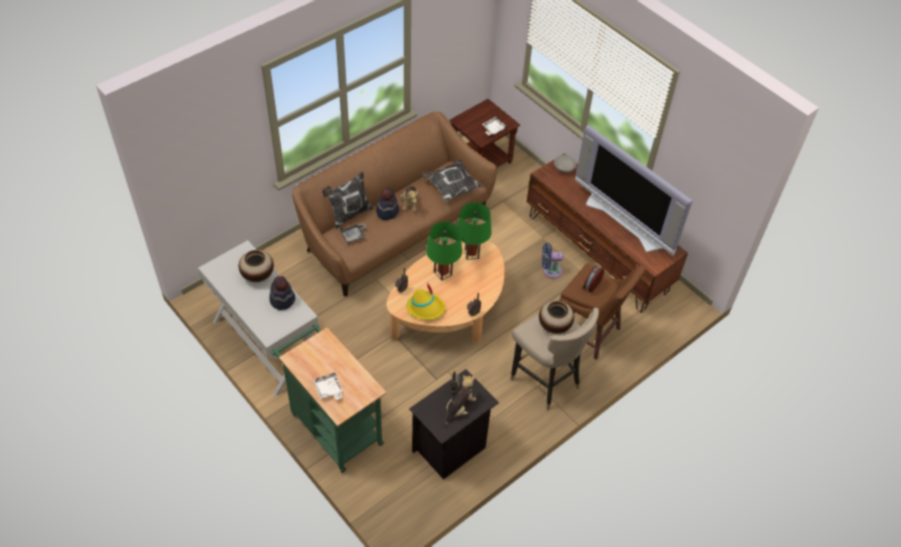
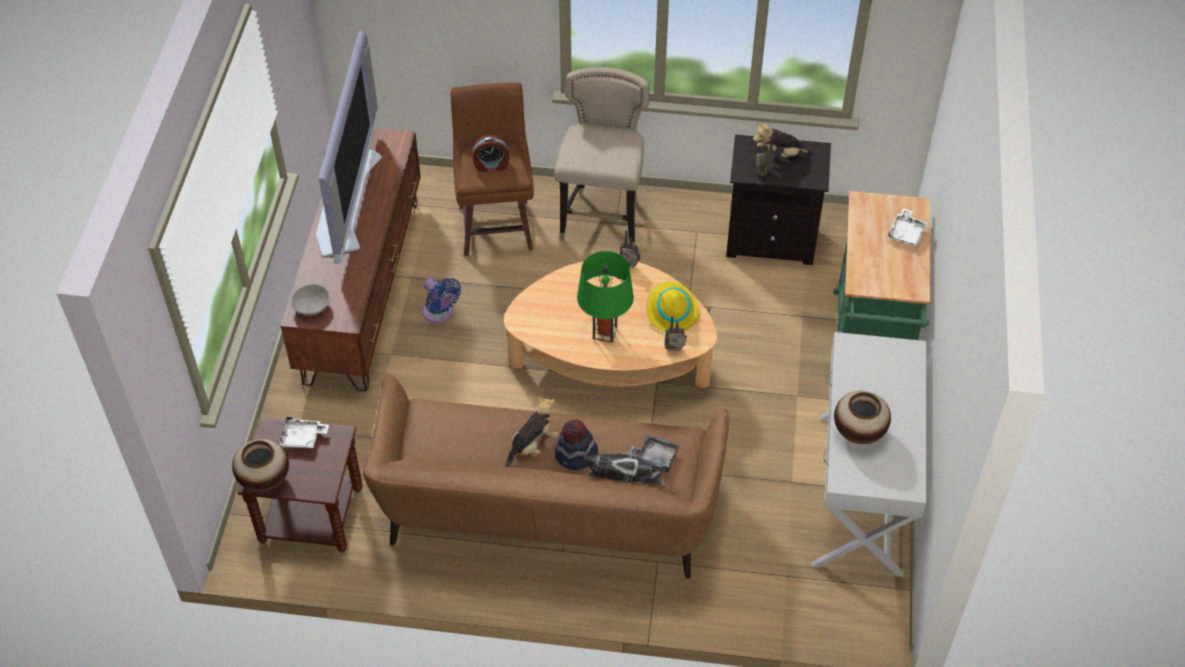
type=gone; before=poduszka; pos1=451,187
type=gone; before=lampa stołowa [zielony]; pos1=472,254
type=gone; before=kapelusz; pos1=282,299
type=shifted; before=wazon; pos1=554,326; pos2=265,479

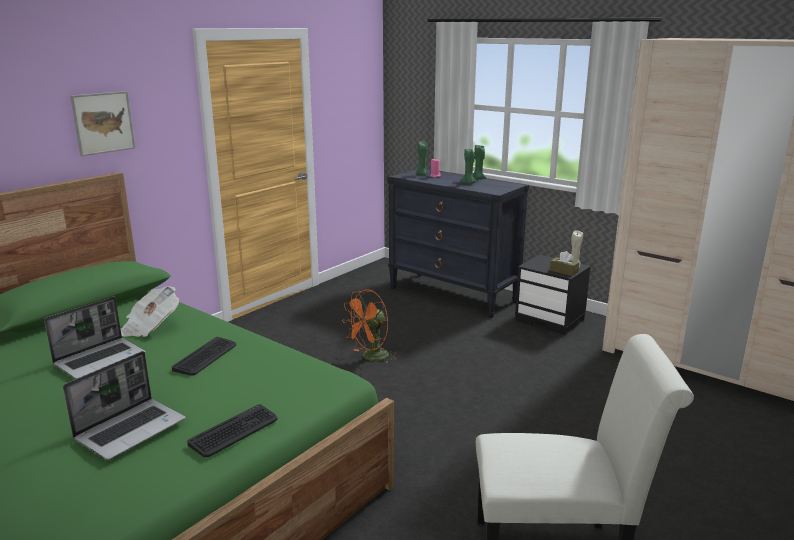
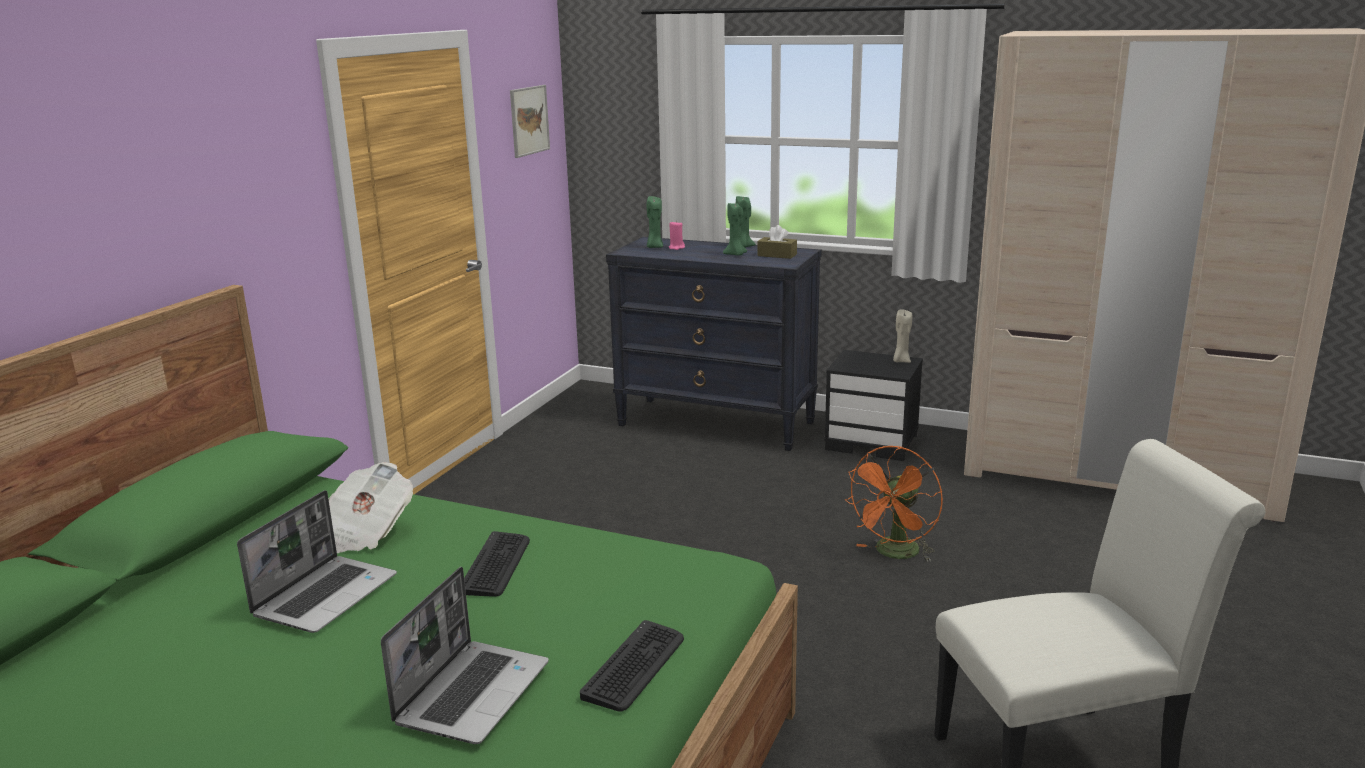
type=shifted; before=obraz; pos1=103,123; pos2=529,120
type=shifted; before=pudełko chusteczek [brązowy]; pos1=563,271; pos2=777,255
type=shifted; before=wentylator [pomarańczowy]; pos1=371,358; pos2=895,554

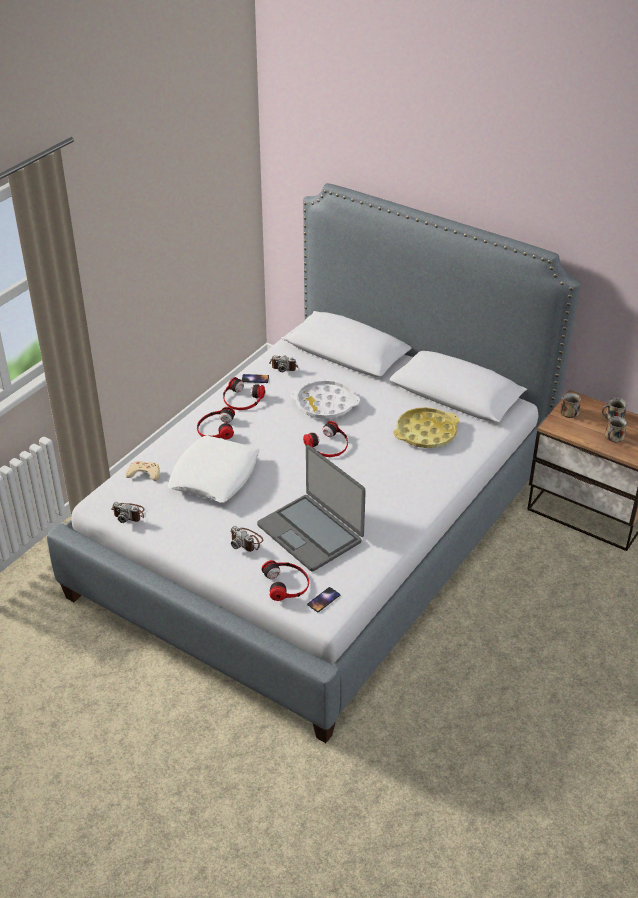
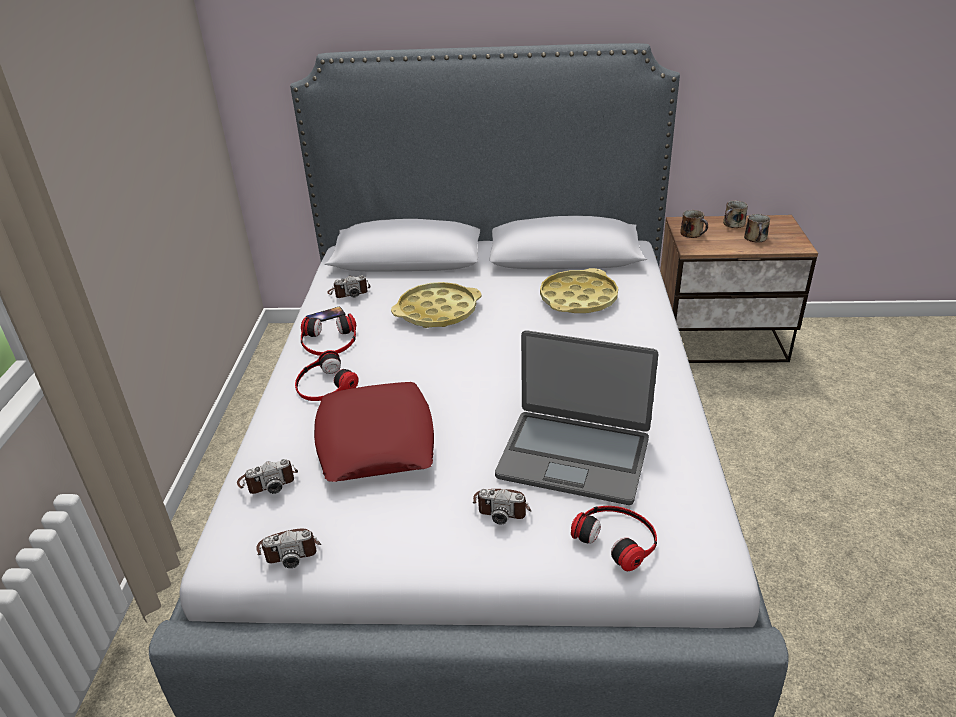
type=repainted; before=taca [biały]; after=taca [żółty]; pos1=325,404; pos2=437,312
type=gone; before=słuchawki; pos1=328,445
type=repainted; before=poduszka [biały]; after=poduszka [czerwony]; pos1=214,476; pos2=376,441
type=swapped; before=pad do gier [beżowy]; after=aparat fotograficzny; pos1=144,473; pos2=268,480
type=gone; before=telefon; pos1=323,600

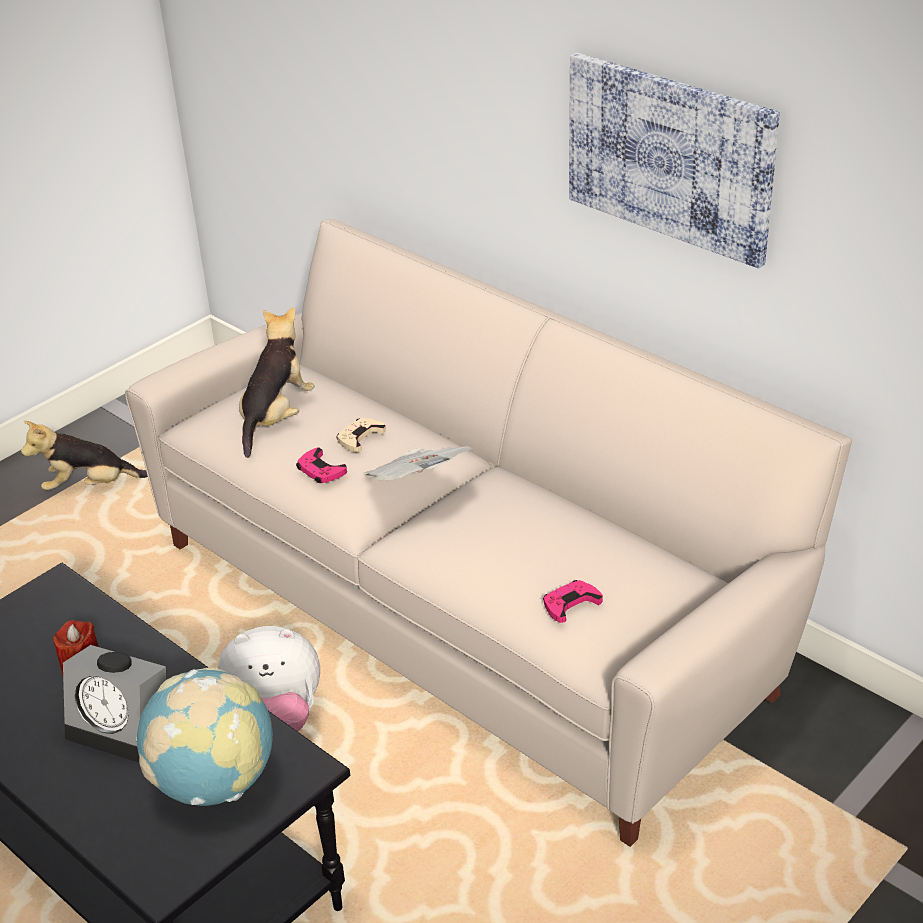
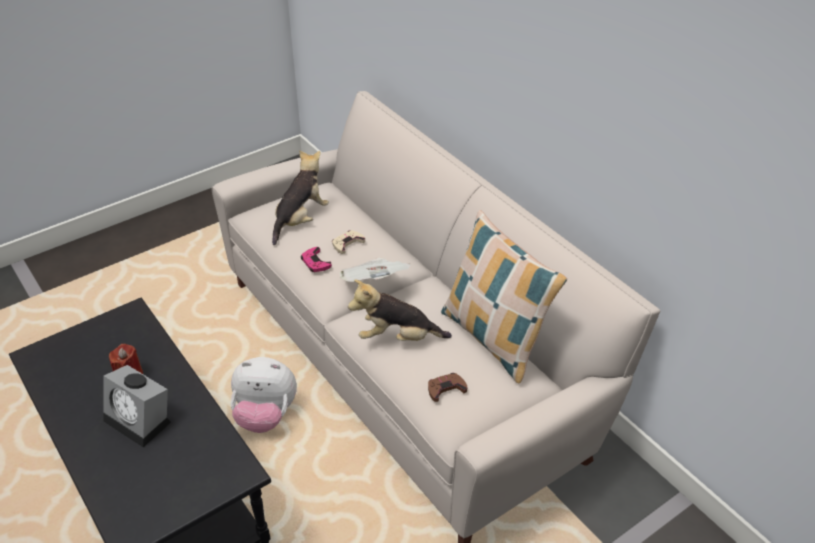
type=gone; before=obraz; pos1=670,156
type=shifted; before=pluszak; pos1=89,486; pos2=398,337
type=repainted; before=pad do gier [różowy]; after=pad do gier [brązowy]; pos1=570,604; pos2=446,388
type=gone; before=globus; pos1=214,782
type=new; after=poduszka; pos2=494,338

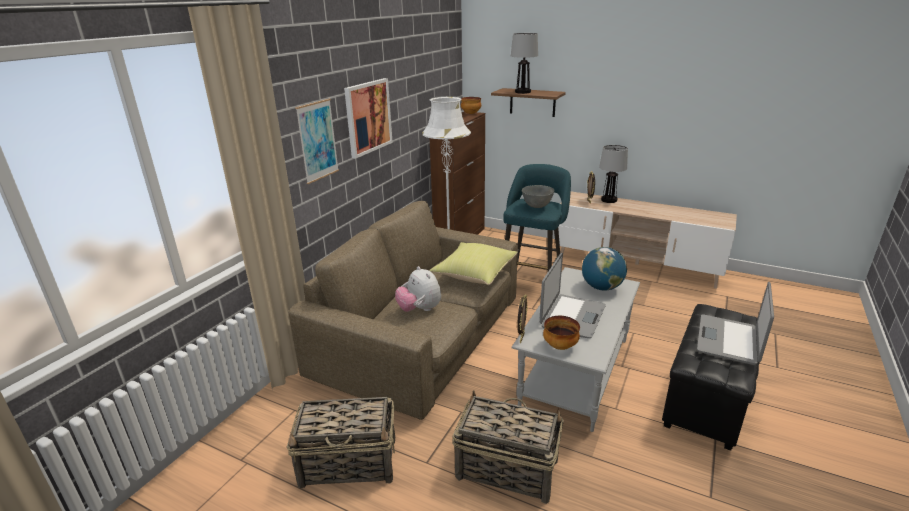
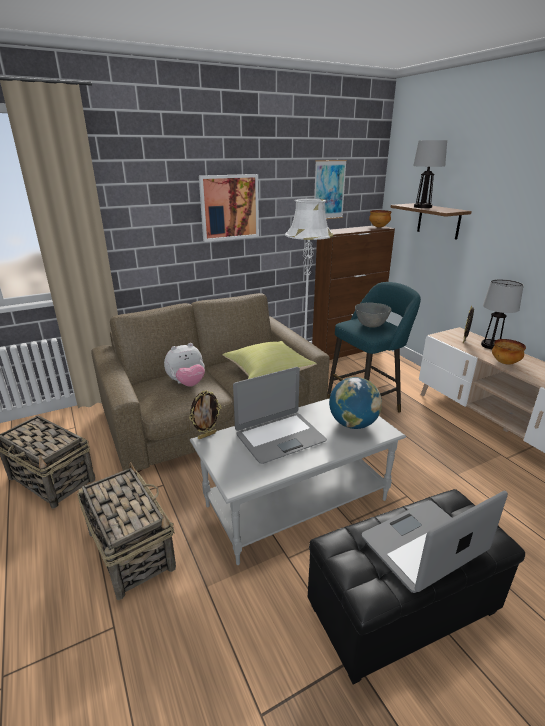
type=shifted; before=obraz; pos1=317,141; pos2=329,190
type=rotated; before=pluszak; pos1=419,310; pos2=187,383; turn=-120
type=shifted; before=miska; pos1=560,346; pos2=505,363

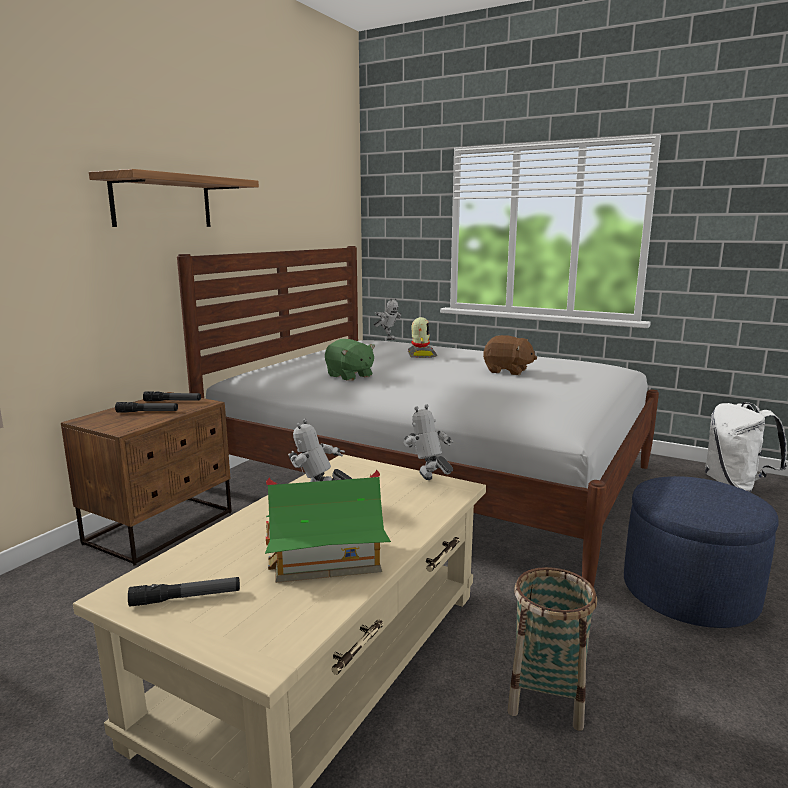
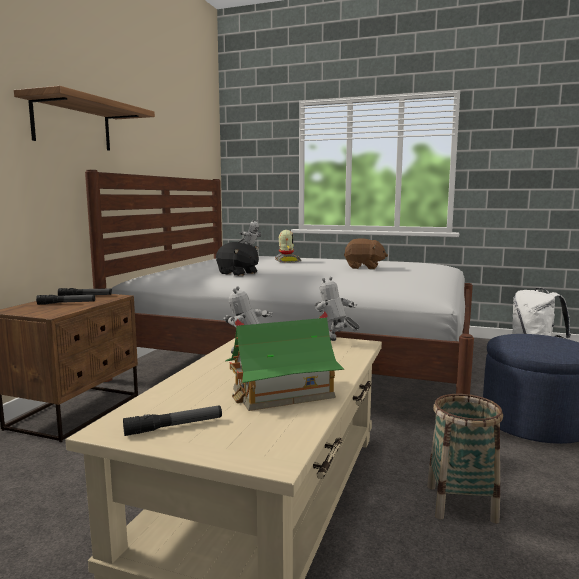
type=repainted; before=pluszak [zielony]; after=pluszak [czarny]; pos1=349,376; pos2=238,273

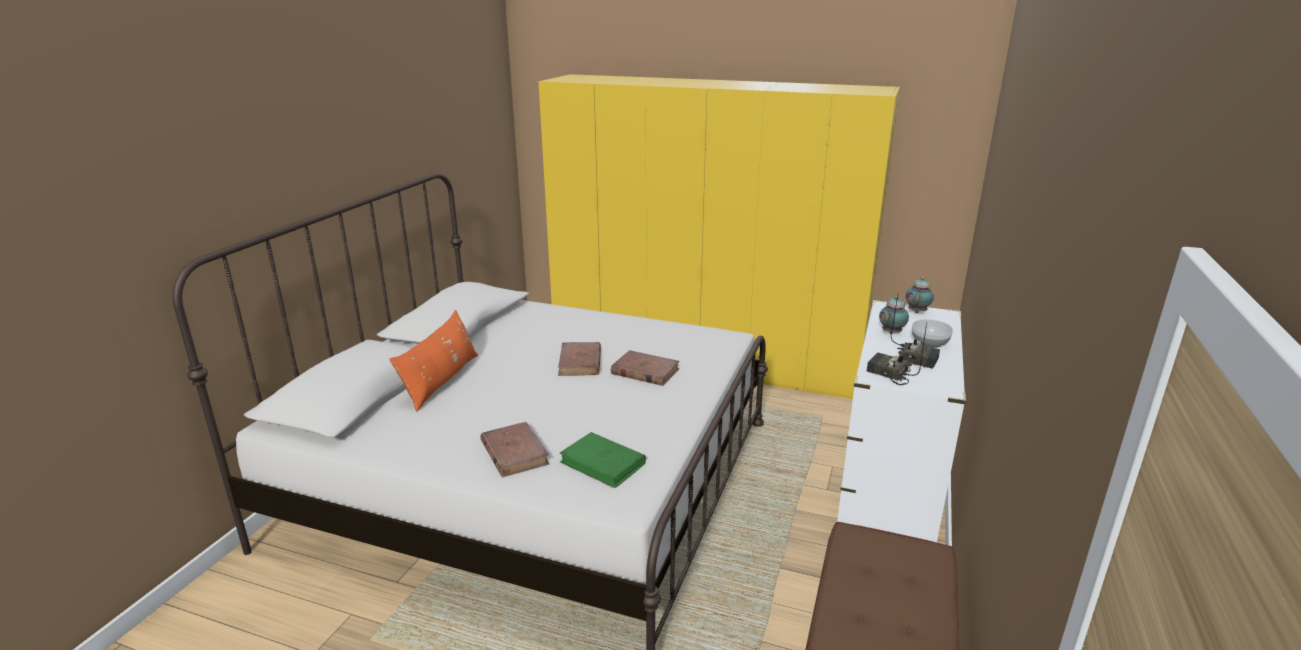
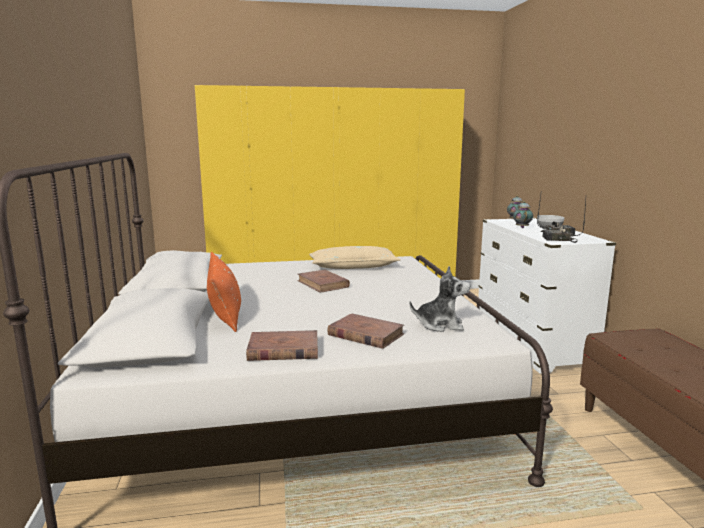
type=shifted; before=książka [brązowy]; pos1=644,371; pos2=283,350
type=swapped; before=książka [zielony]; after=pluszak; pos1=603,463; pos2=440,325
type=new; after=poduszka [beżowy]; pos2=353,267

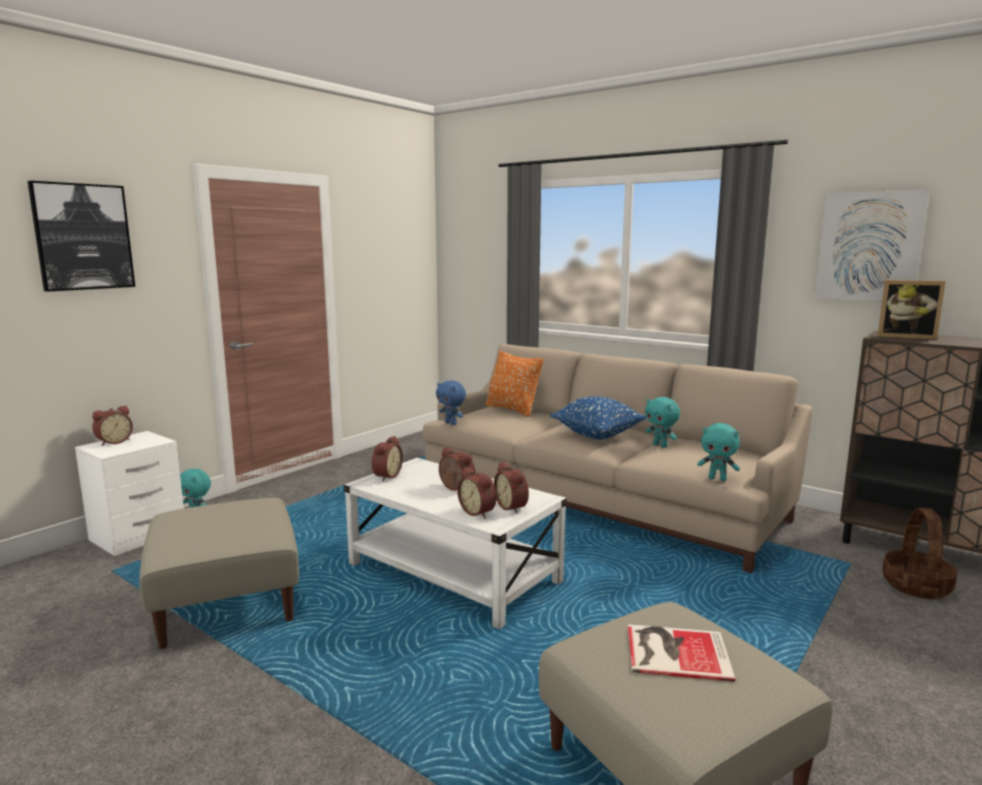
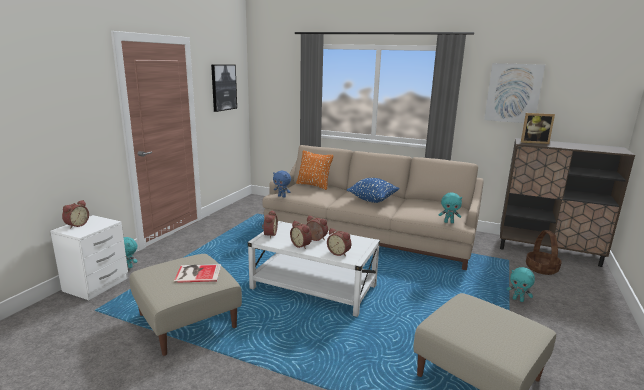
type=shifted; before=obraz; pos1=83,237; pos2=223,87
type=shifted; before=pluszak [turkusowy]; pos1=660,445; pos2=518,299
type=shifted; before=budzik; pos1=513,507; pos2=301,245
type=shifted; before=książka; pos1=674,651; pos2=197,273

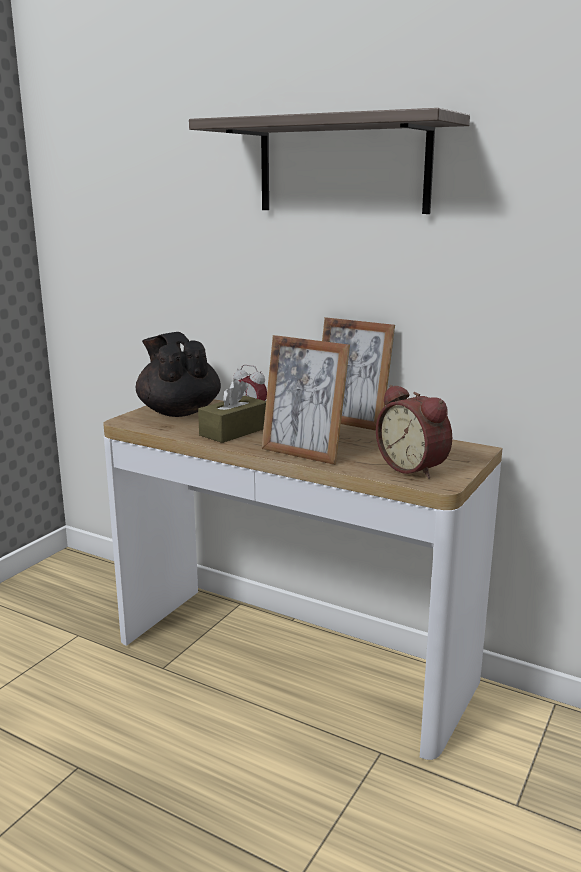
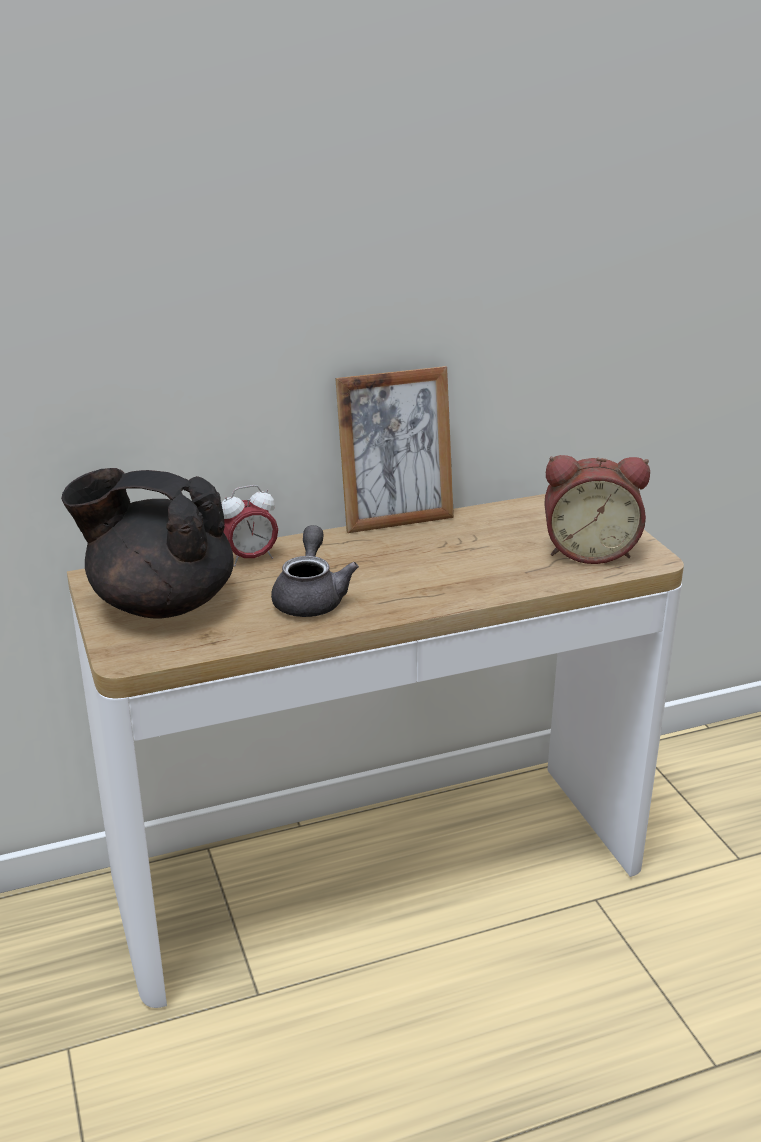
type=gone; before=półka; pos1=343,166
type=gone; before=ramka na zdjęcie; pos1=303,453
type=swapped; before=pudełko chusteczek [brązowy]; after=imbryk [szary]; pos1=234,431; pos2=311,598

